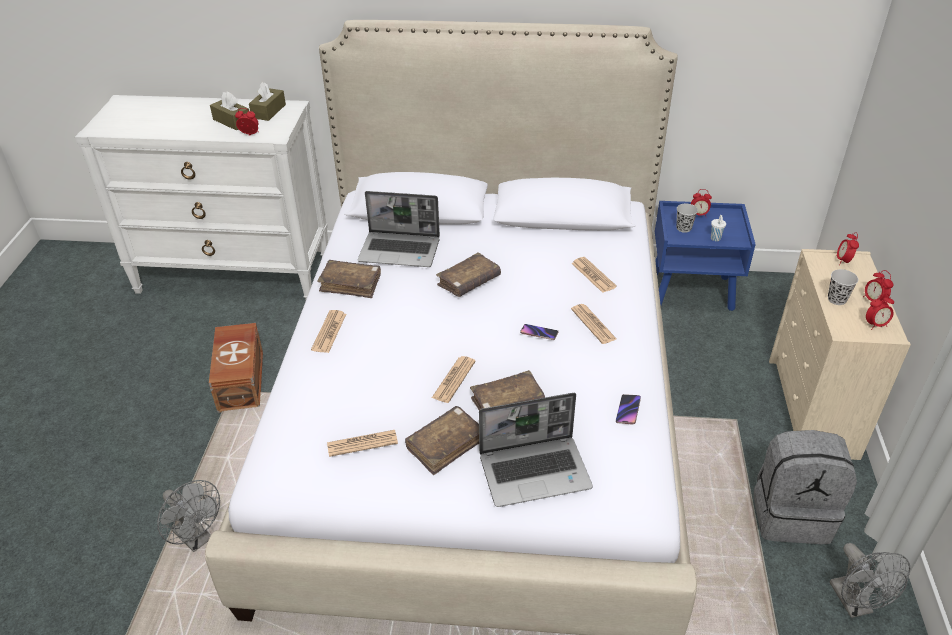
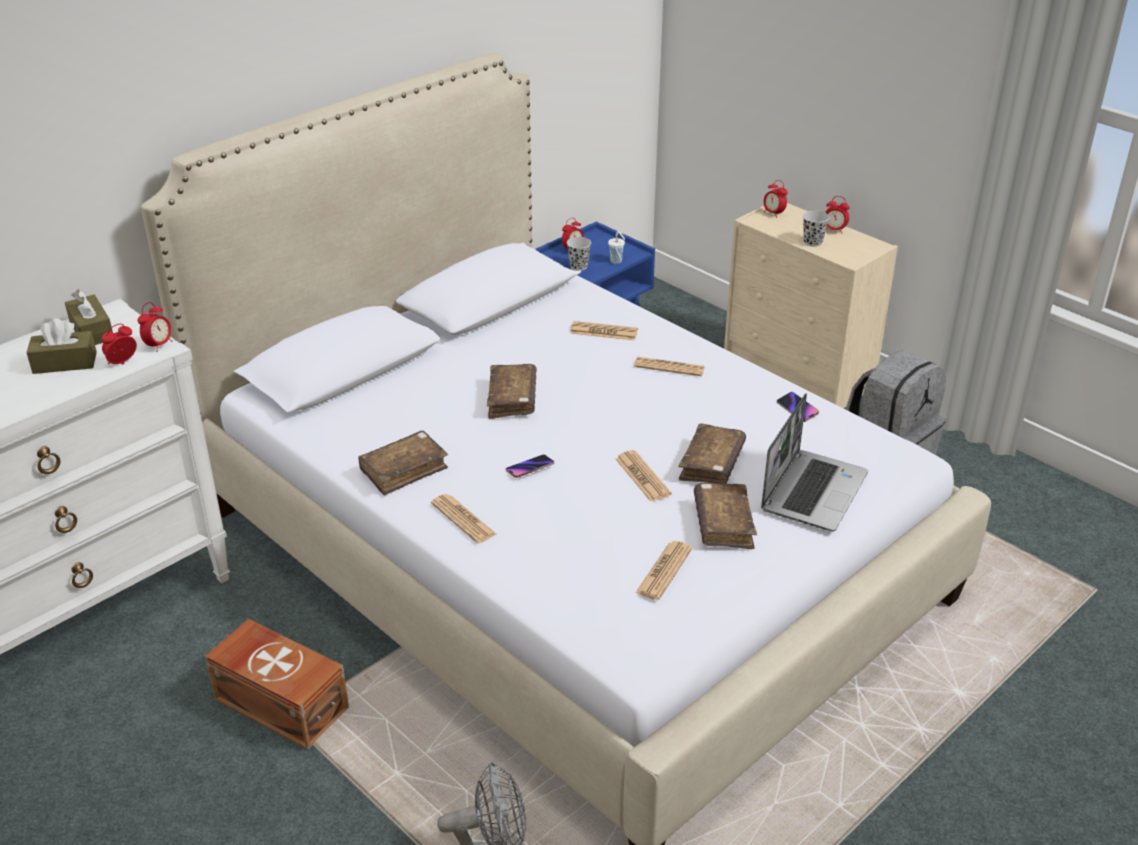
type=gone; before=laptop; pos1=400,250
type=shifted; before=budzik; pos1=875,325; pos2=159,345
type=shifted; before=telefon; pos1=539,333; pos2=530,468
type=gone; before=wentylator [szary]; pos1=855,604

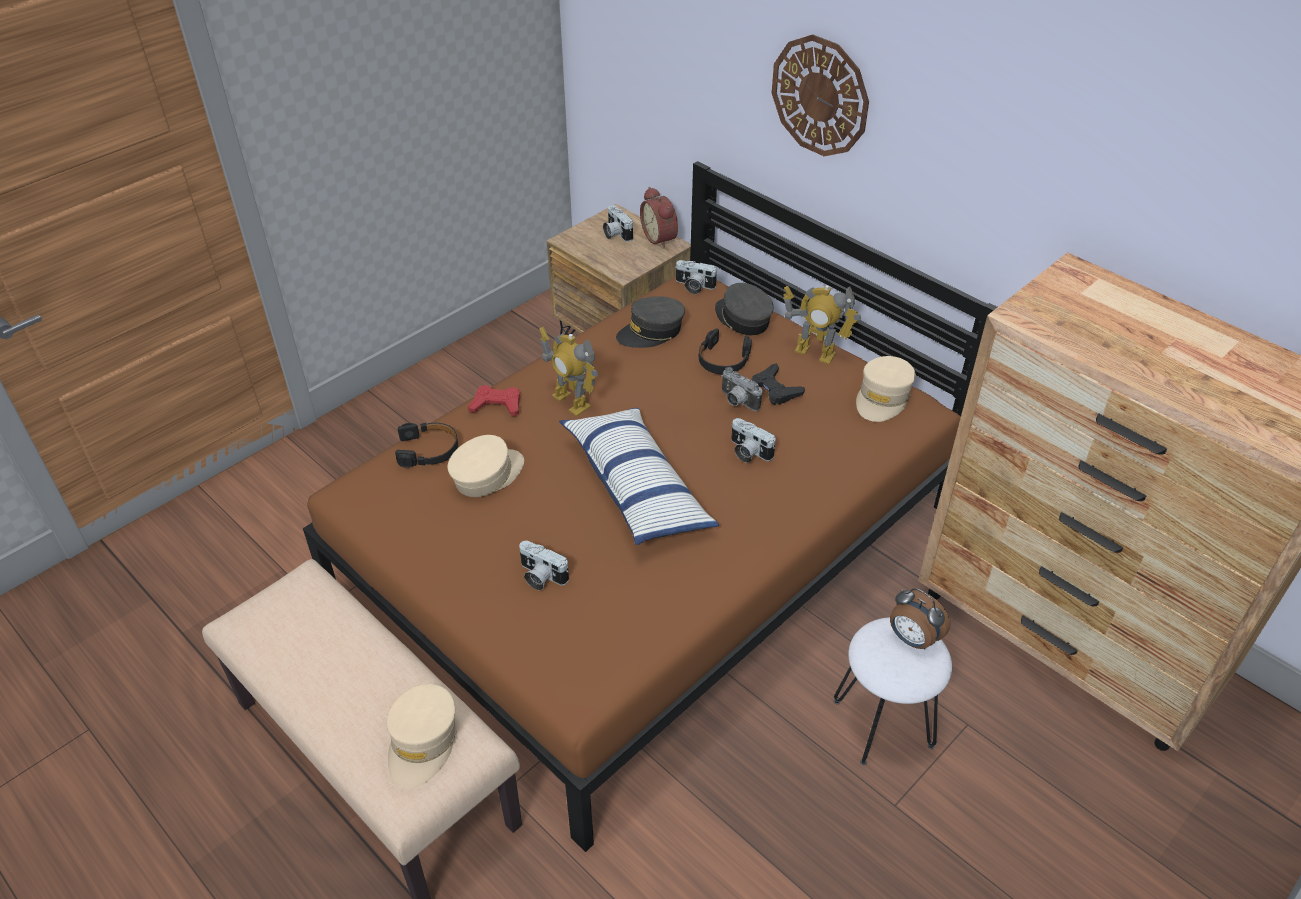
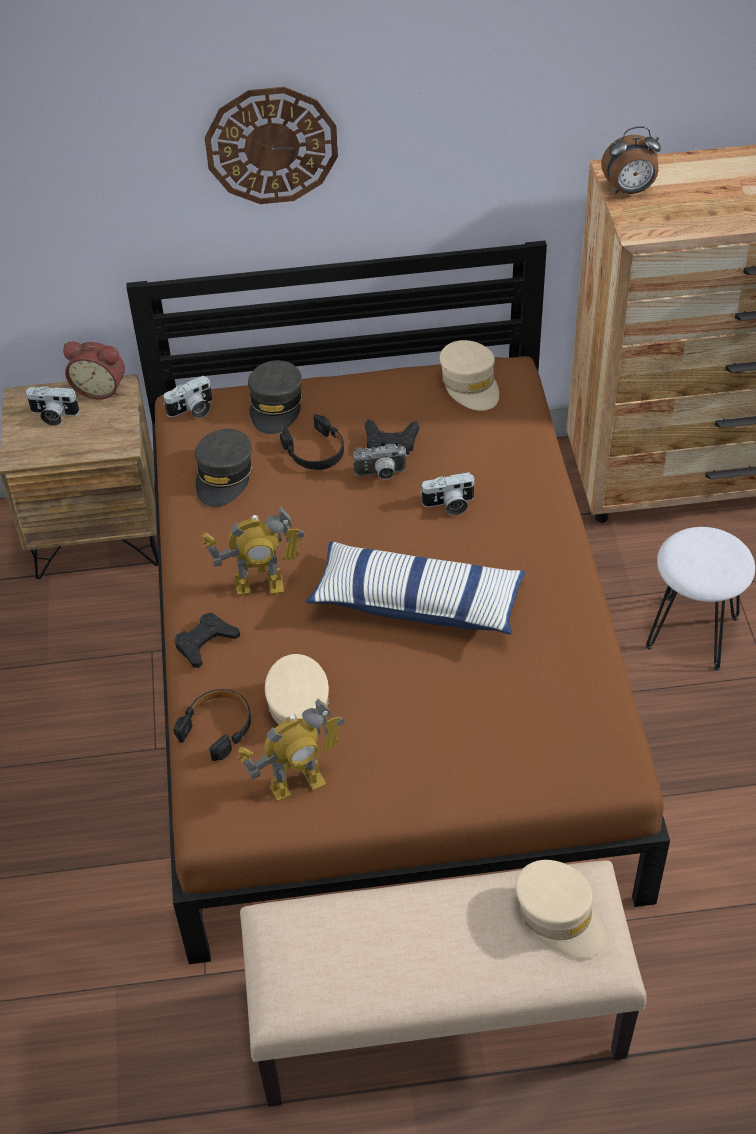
type=rotated; before=czapka z daszkiem [szary]; pos1=742,318; pos2=276,406; turn=-90
type=shifted; before=robot zabawkowy; pos1=815,353; pos2=297,784
type=repainted; before=pad do gier [czerwony]; after=pad do gier [czarny]; pos1=497,405; pos2=205,643
type=gone; before=aparat fotograficzny; pos1=540,576
type=shifted; before=budzik; pos1=912,639; pos2=629,191

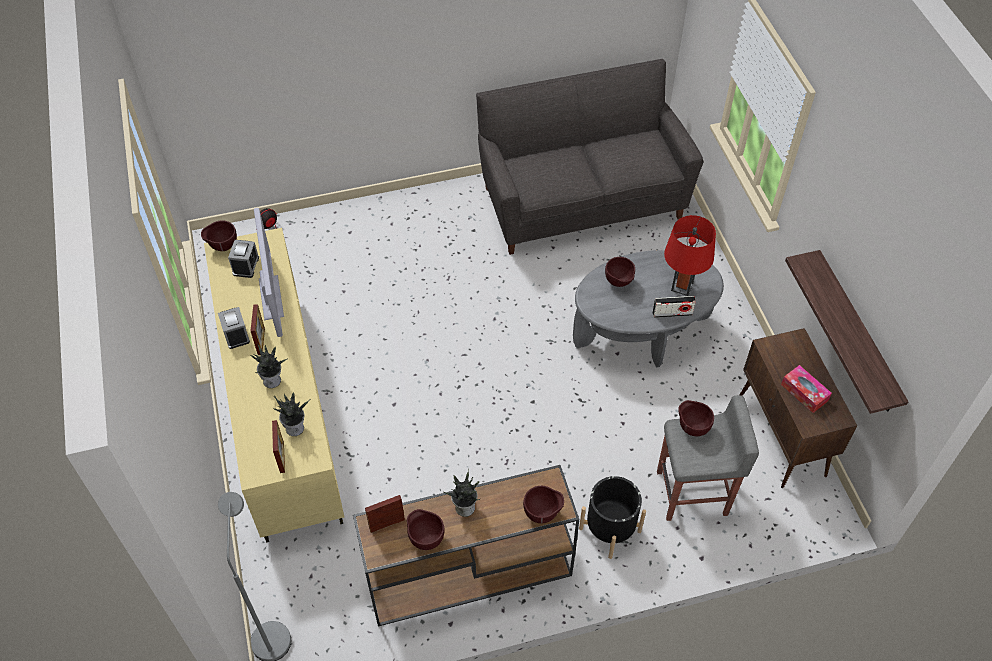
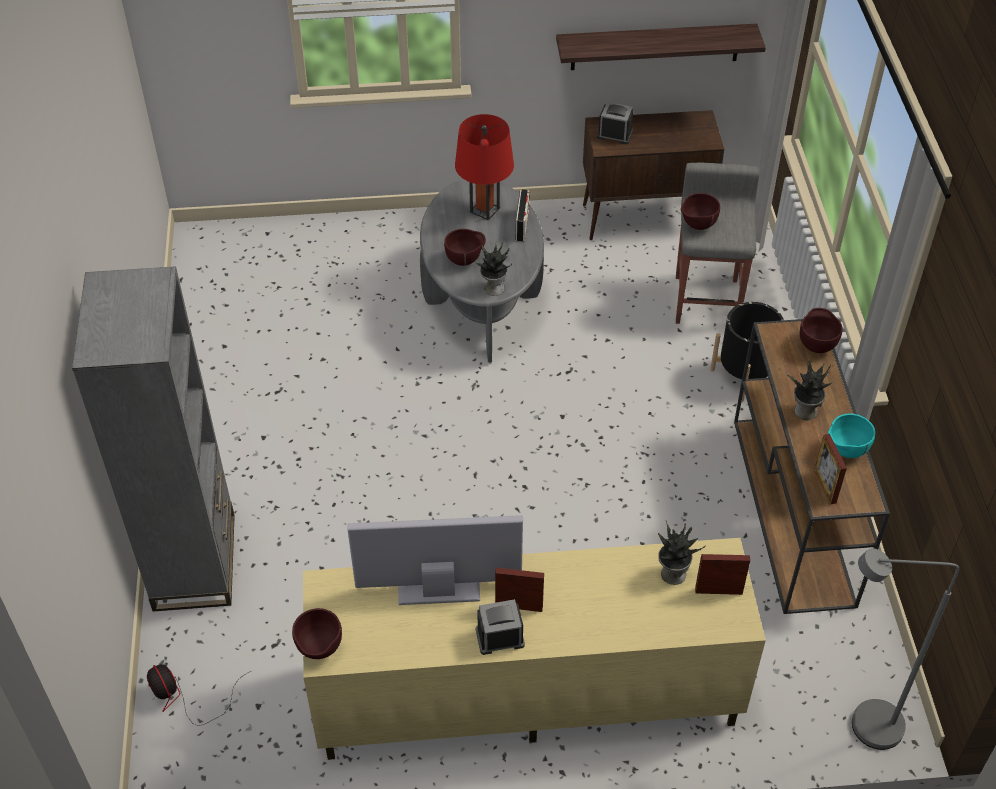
type=gone; before=kanapa [szary]; pos1=581,200
type=shifted; before=budzik; pos1=246,266; pos2=615,134
type=shifted; before=roślina doniczkowa; pos1=272,380; pos2=493,288
type=gone; before=pudełko chusteczek; pos1=804,392
type=repainted; before=miska [brązowy]; after=miska [turkusowy]; pos1=425,538; pos2=845,451
type=new; after=regał [szary]; pos2=195,561

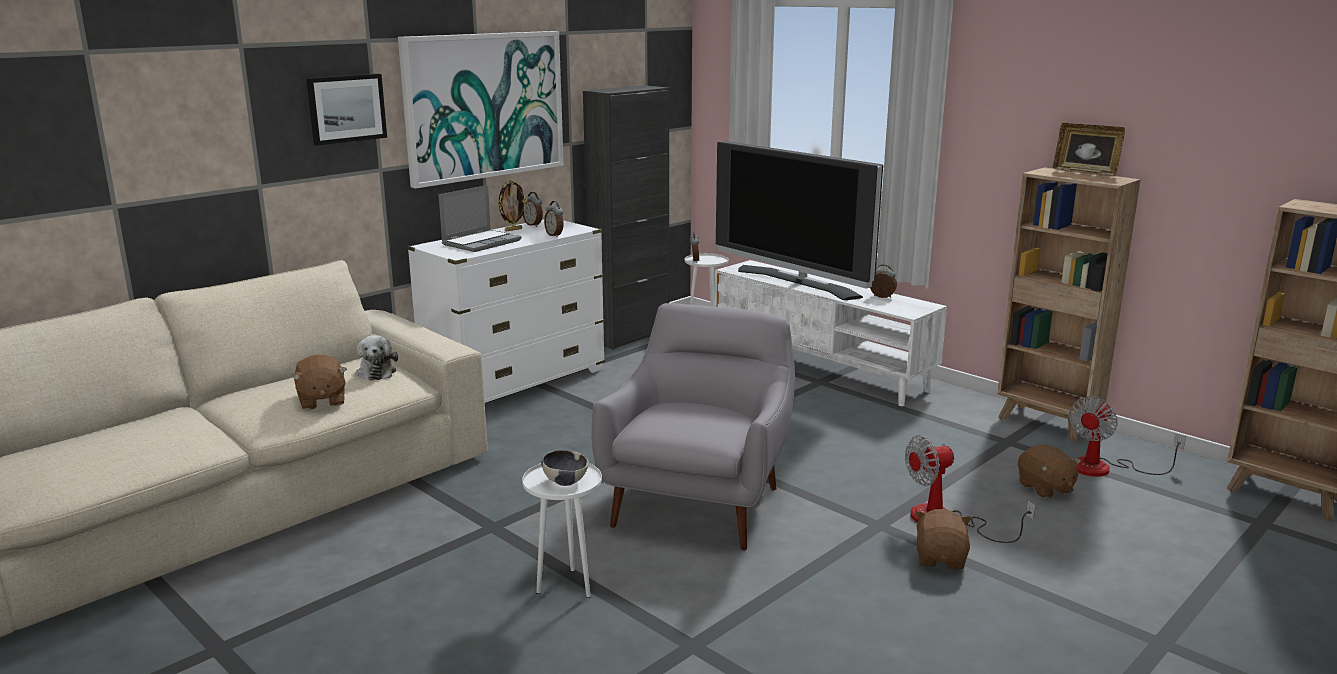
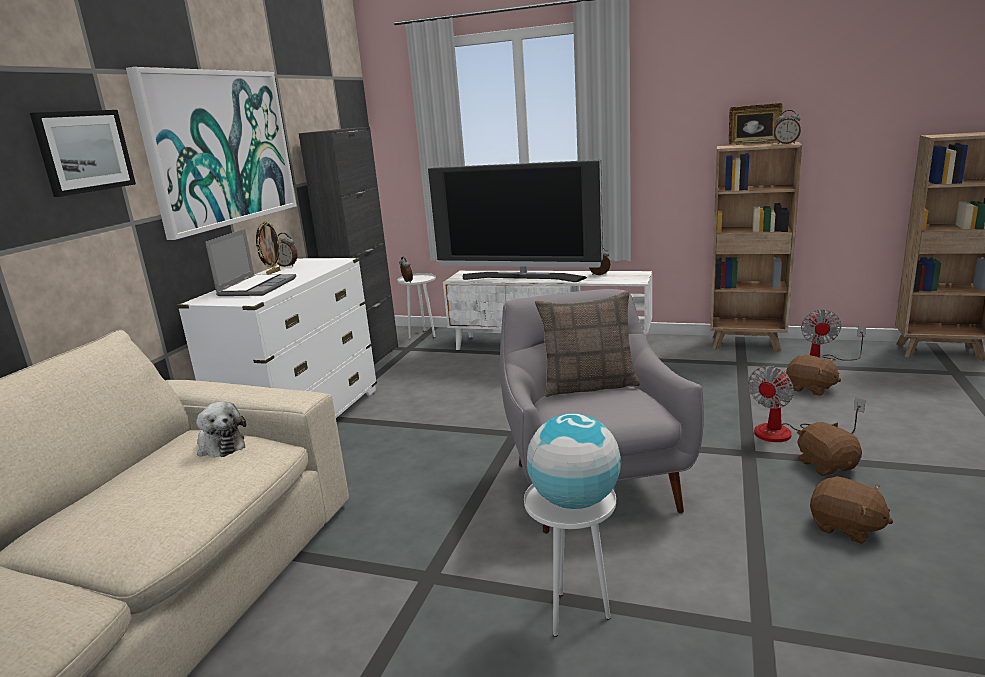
type=shifted; before=budzik; pos1=555,235; pos2=786,144
type=shifted; before=pluszak [brązowy]; pos1=321,401; pos2=845,527
type=swapped; before=miska; after=globus; pos1=565,481; pos2=574,501
type=new; after=poduszka; pos2=589,385

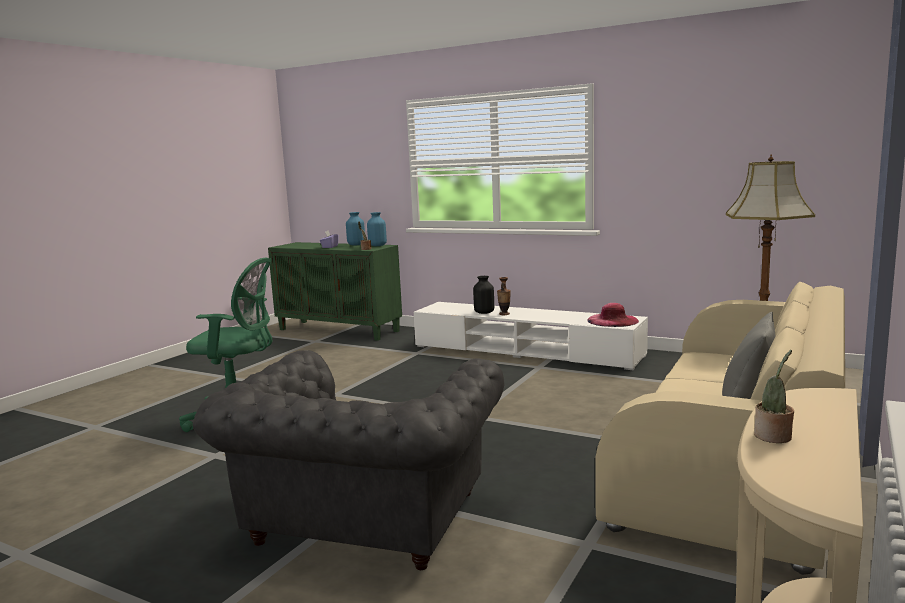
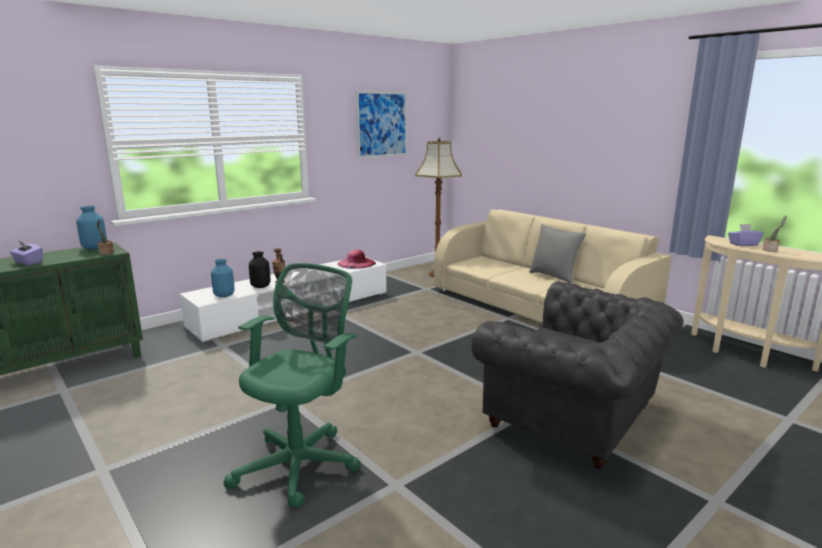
type=shifted; before=wazon [niebieski]; pos1=356,244; pos2=224,295
type=new; after=obraz; pos2=382,124
type=new; after=pudełko chusteczek [fioletowy]; pos2=743,244

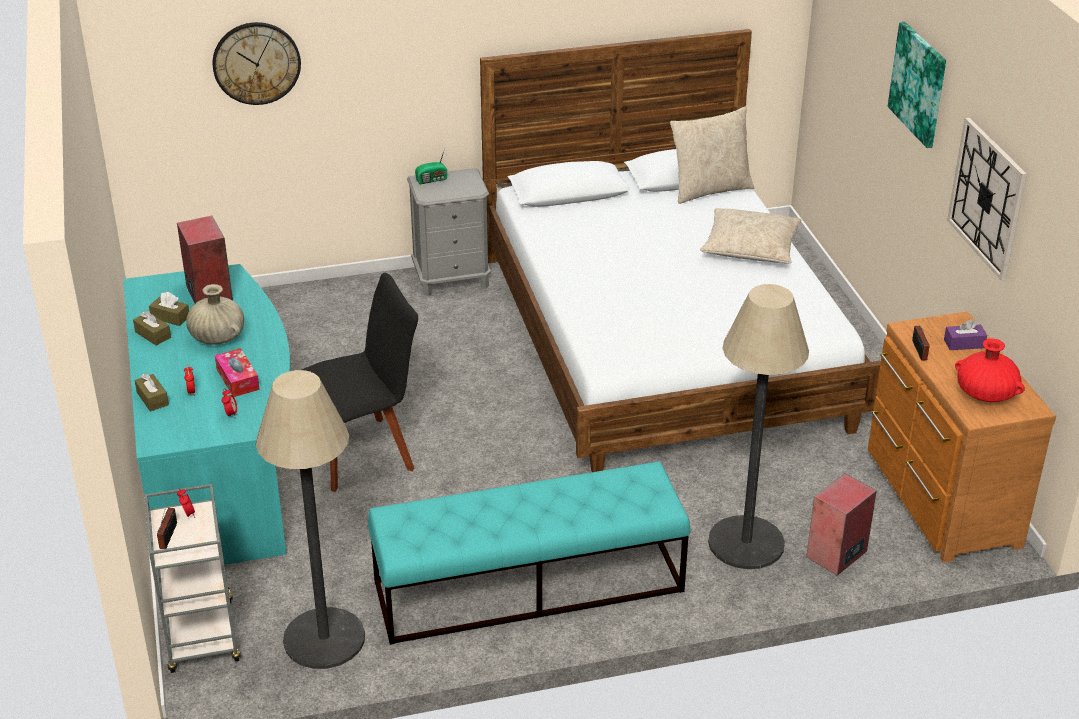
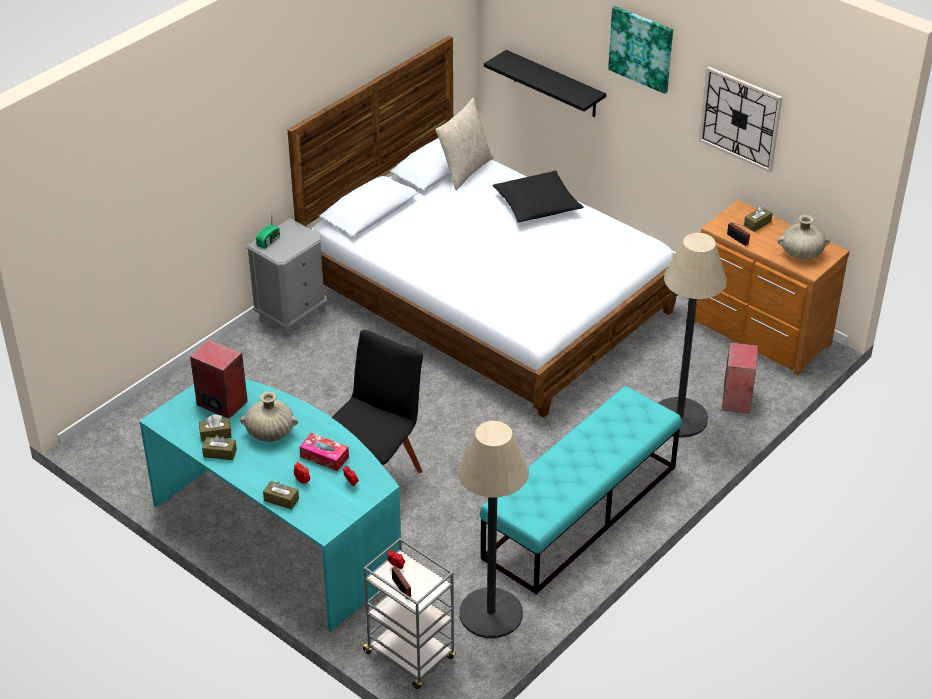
type=gone; before=zegar ścienny; pos1=256,63
type=repainted; before=poduszka [beżowy]; after=poduszka [czarny]; pos1=750,247; pos2=537,205
type=repainted; before=pudełko chusteczek [fioletowy]; after=pudełko chusteczek [brązowy]; pos1=964,344; pos2=757,223
type=repainted; before=wazon [czerwony]; after=wazon [beżowy]; pos1=985,395; pos2=801,254
type=new; after=półka [czarny]; pos2=554,84

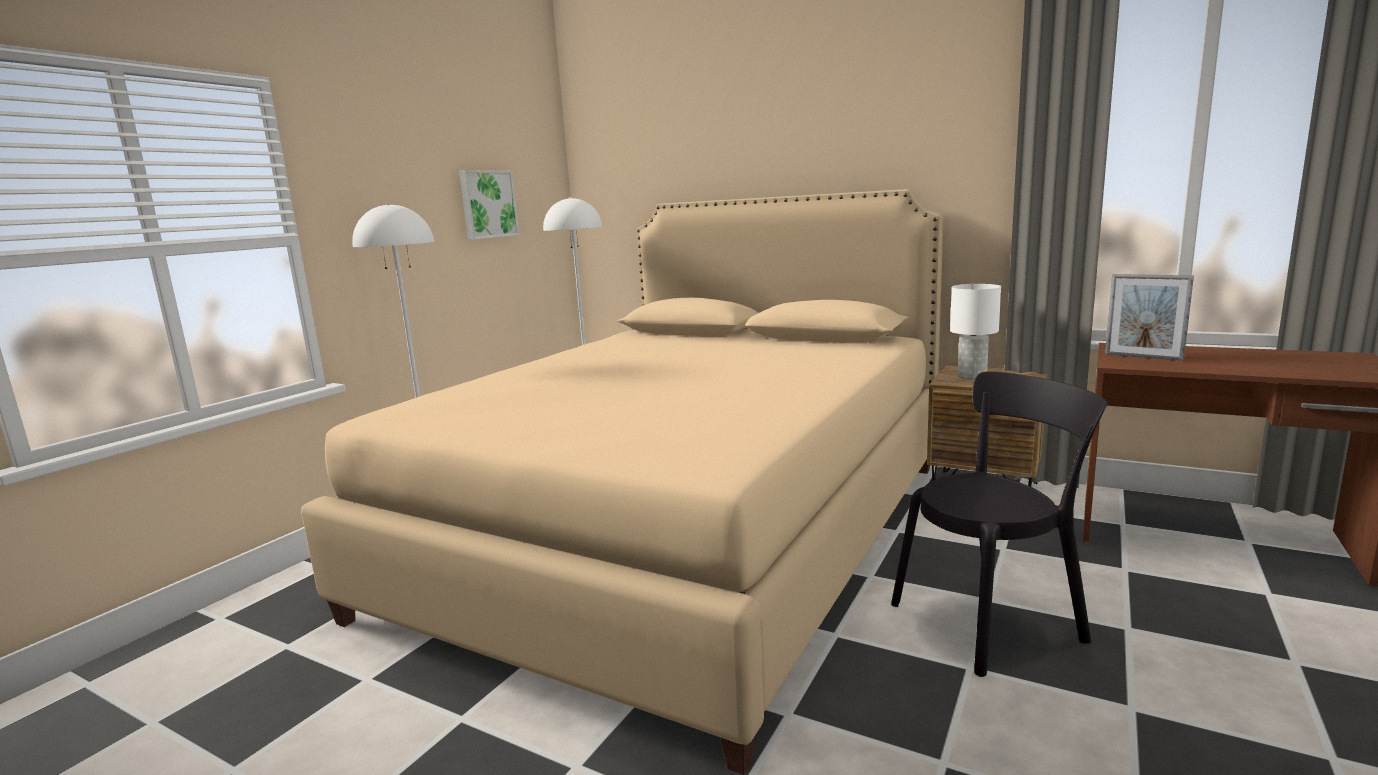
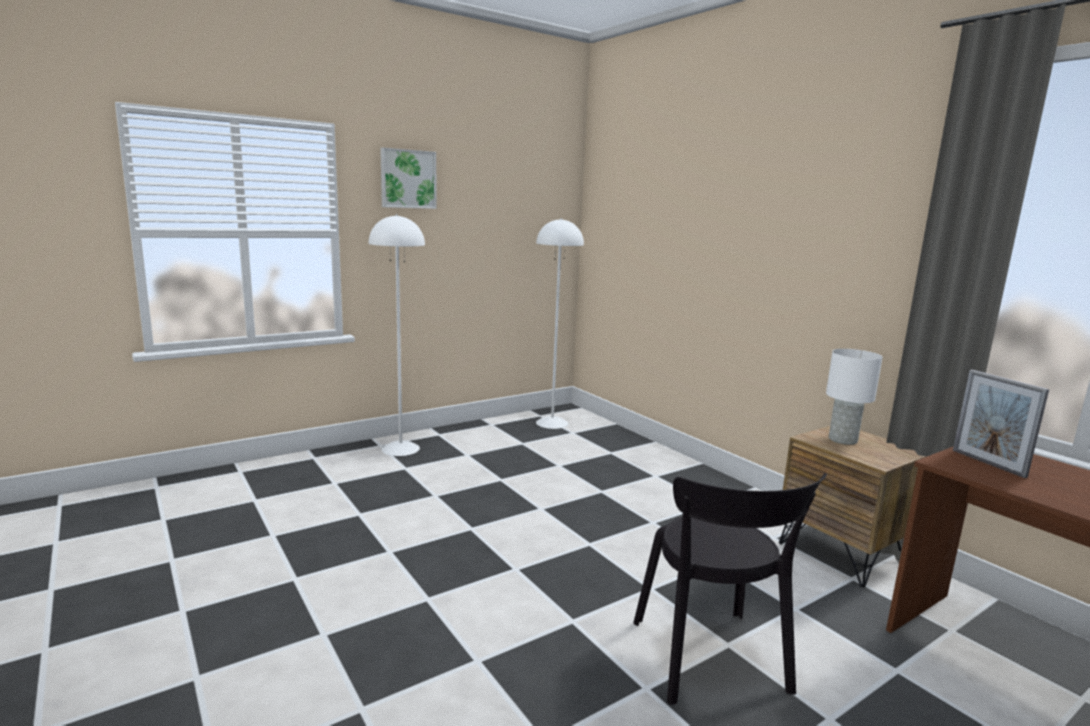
type=shifted; before=obraz; pos1=487,204; pos2=407,179
type=gone; before=łóżko [beżowy]; pos1=684,533
type=rotated; before=krzesło [czarny]; pos1=992,619; pos2=711,661; turn=75

